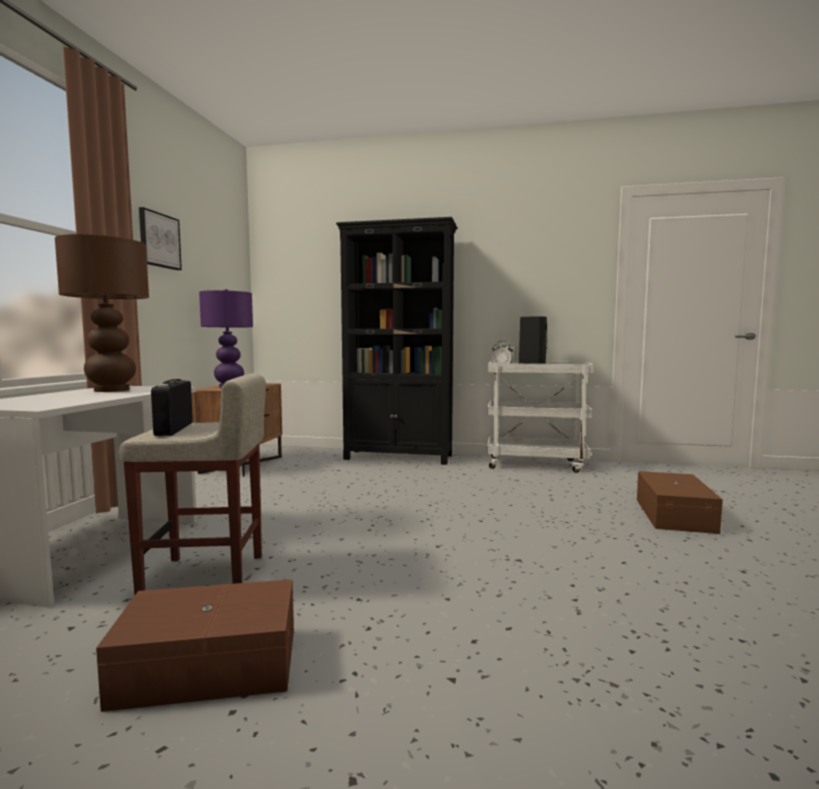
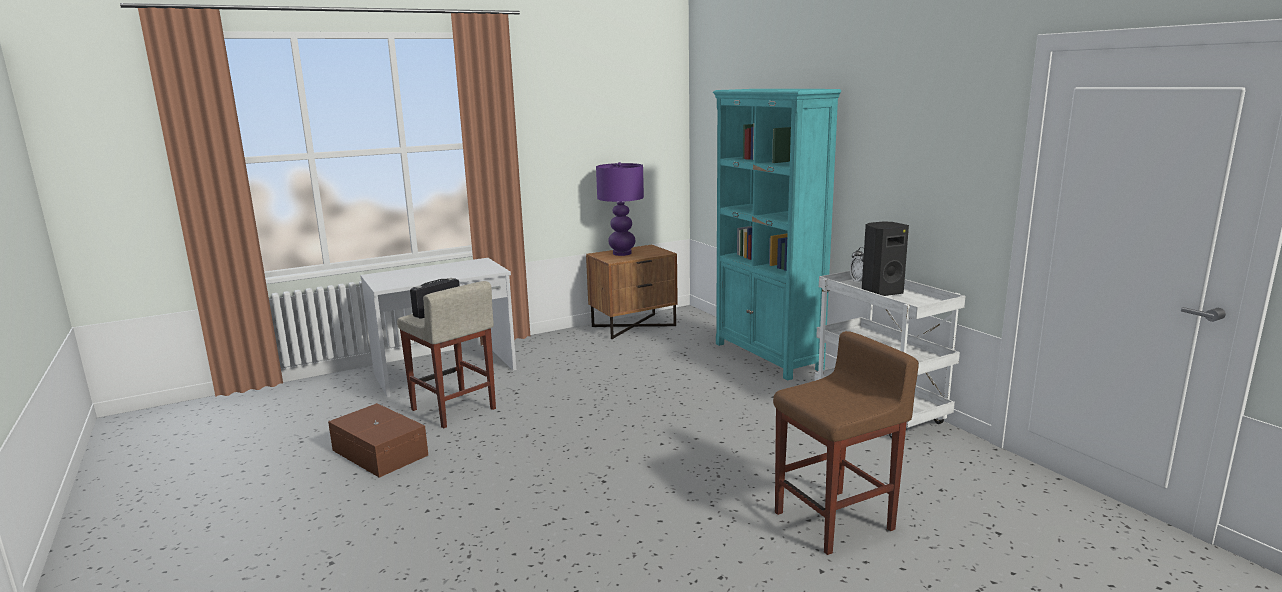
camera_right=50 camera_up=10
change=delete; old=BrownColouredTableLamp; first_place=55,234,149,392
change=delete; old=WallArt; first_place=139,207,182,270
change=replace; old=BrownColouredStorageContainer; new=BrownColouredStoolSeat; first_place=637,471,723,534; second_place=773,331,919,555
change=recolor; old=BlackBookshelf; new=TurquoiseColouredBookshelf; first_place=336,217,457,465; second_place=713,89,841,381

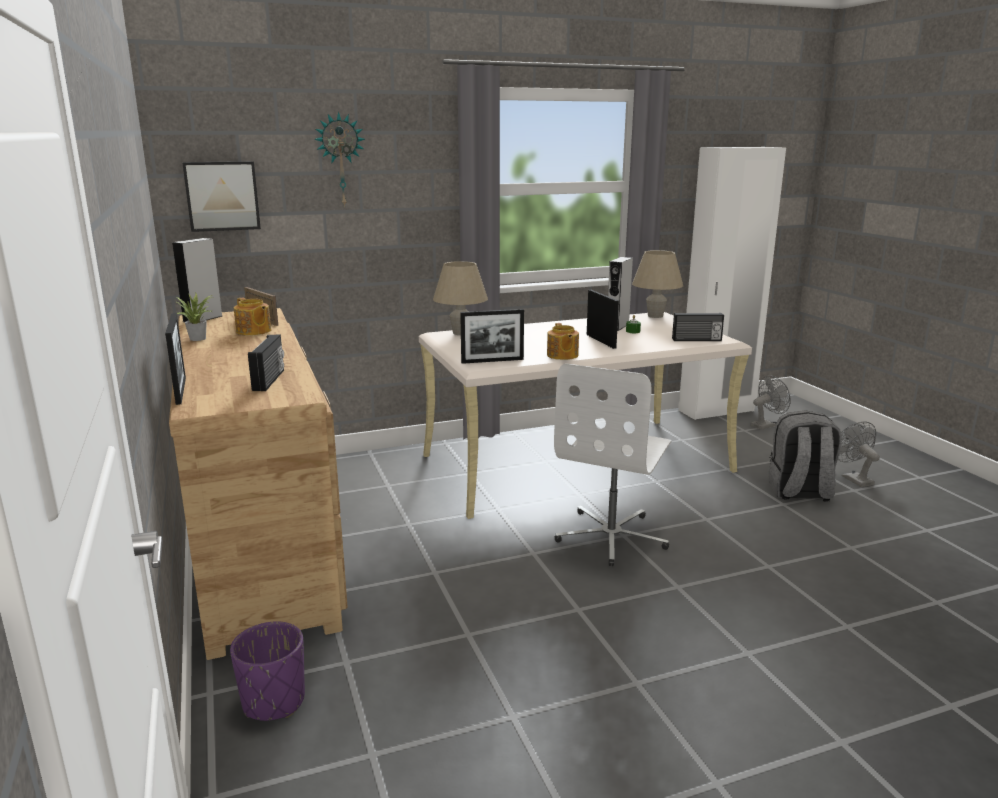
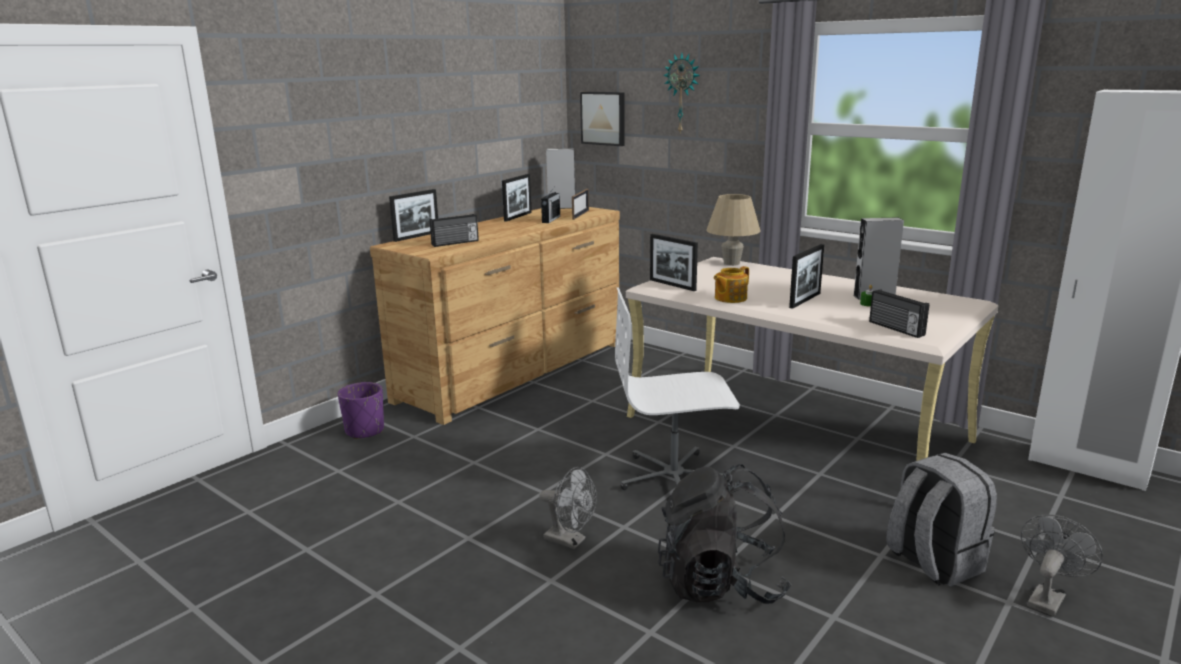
camera_right=60 camera_up=0
change=delete; old=SandColouredTableLamp; first_place=632,250,683,318
change=insert; new=BlackKnapsack; second_place=658,464,791,604
change=move; old=GrayFan; first_place=751,375,791,430; second_place=539,467,597,549
change=replace; old=PottedPlant; new=PictureFrame; first_place=177,293,215,341; second_place=502,174,532,222
change=replace; old=Teapot; new=RadioReceiver; first_place=234,297,271,336; second_place=541,188,560,223

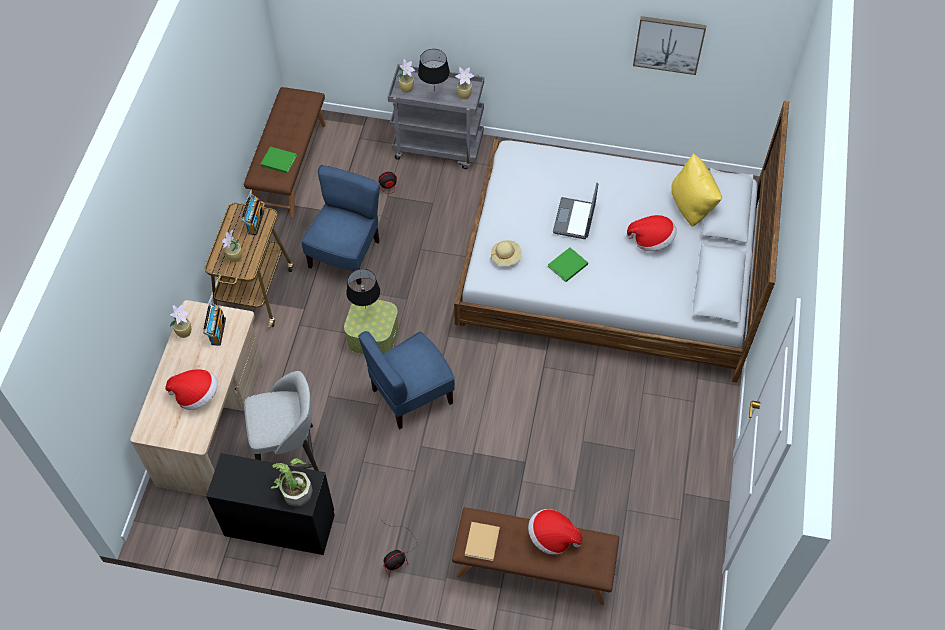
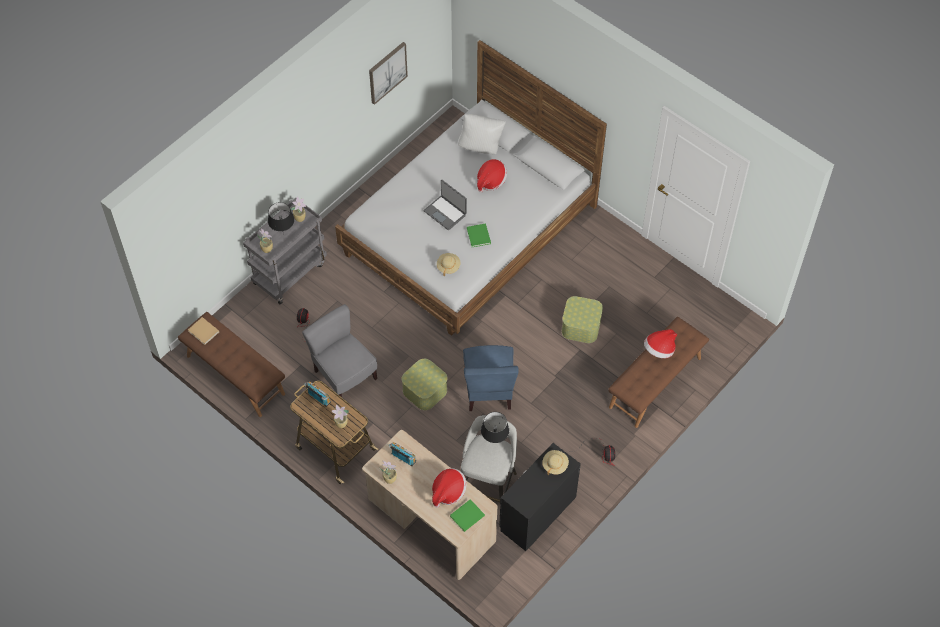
camera_right=-60 camera_up=0
change=insert; new=StorageContainer; second_place=562,296,603,343
change=move; old=GreenColouredVolume; first_place=261,147,297,173; second_place=450,499,485,532
change=move; old=BlackTableLamp; first_place=346,269,380,309; second_place=481,412,509,443
change=move; old=SandColouredVolume; first_place=465,522,500,561; second_place=188,317,219,345
change=replace; old=PottedPlant; new=SandColouredClothingHat; first_place=271,458,313,507; second_place=542,450,569,475
change=recolor; old=BluishPlainChair; new=GrayPlainChair; first_place=301,165,380,285; second_place=302,304,377,397
change=recolor; old=YellowishThrowPillow; new=WhiteThrowPillow; first_place=671,153,722,227; second_place=458,114,506,155

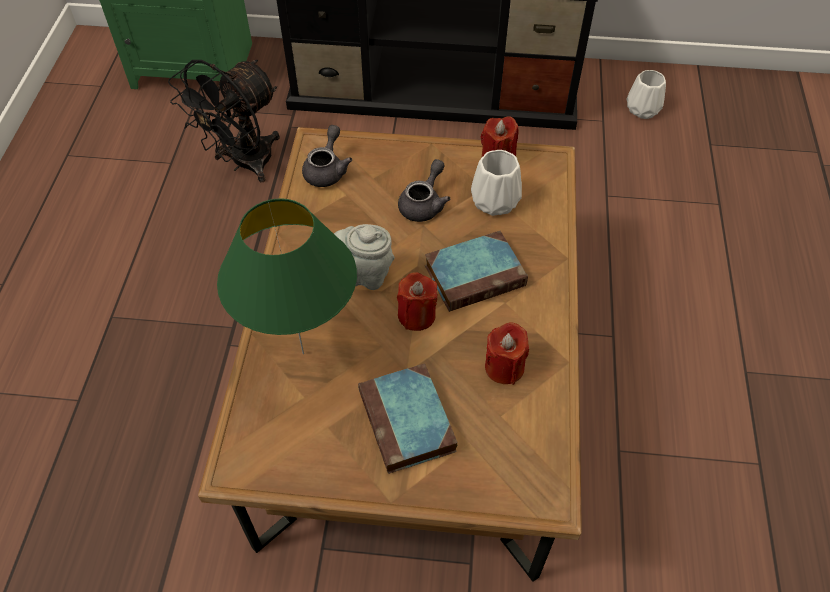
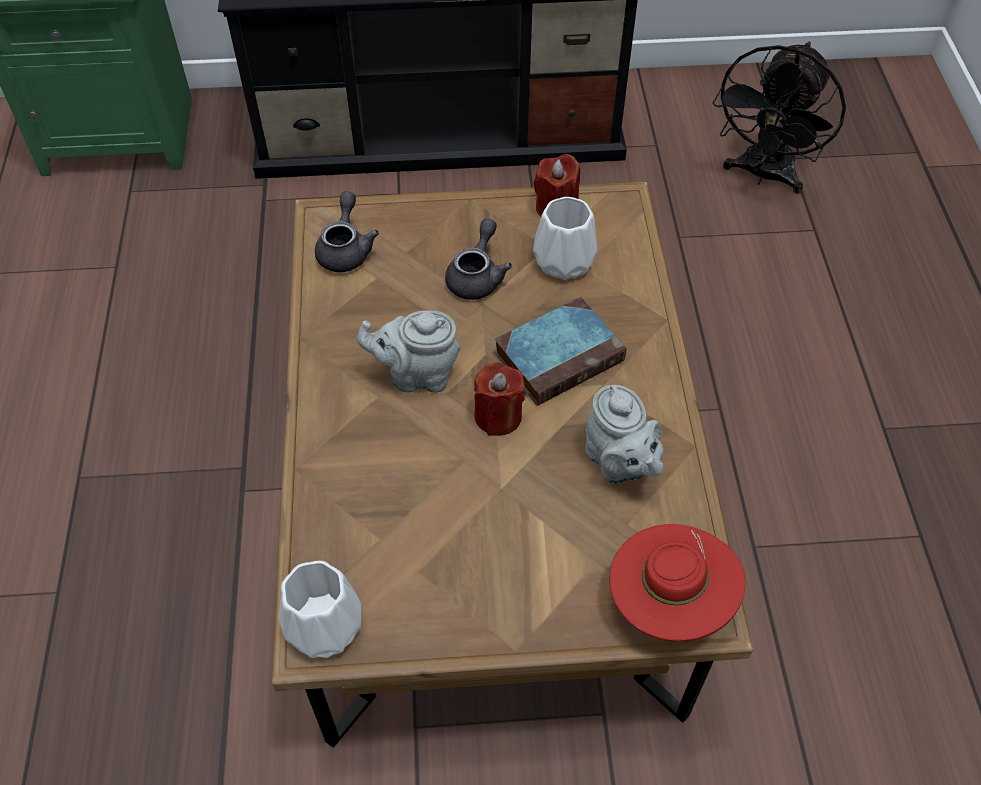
camera_right=-10 camera_up=0
change=delete; old=GreenColouredTableLamp; first_place=217,198,357,354
change=delete; old=Volume; first_place=358,363,458,474
change=insert; new=ReddishClothingHat; second_place=609,524,746,642
change=move; old=BlackFan; first_place=168,60,280,183; second_place=713,42,846,194
change=move; old=WhiteDecorativeVase; first_place=627,70,666,119; second_place=279,561,361,658
change=replace; old=ReddishWaxLight; new=GrayTeapot; first_place=485,322,529,385; second_place=585,385,664,484

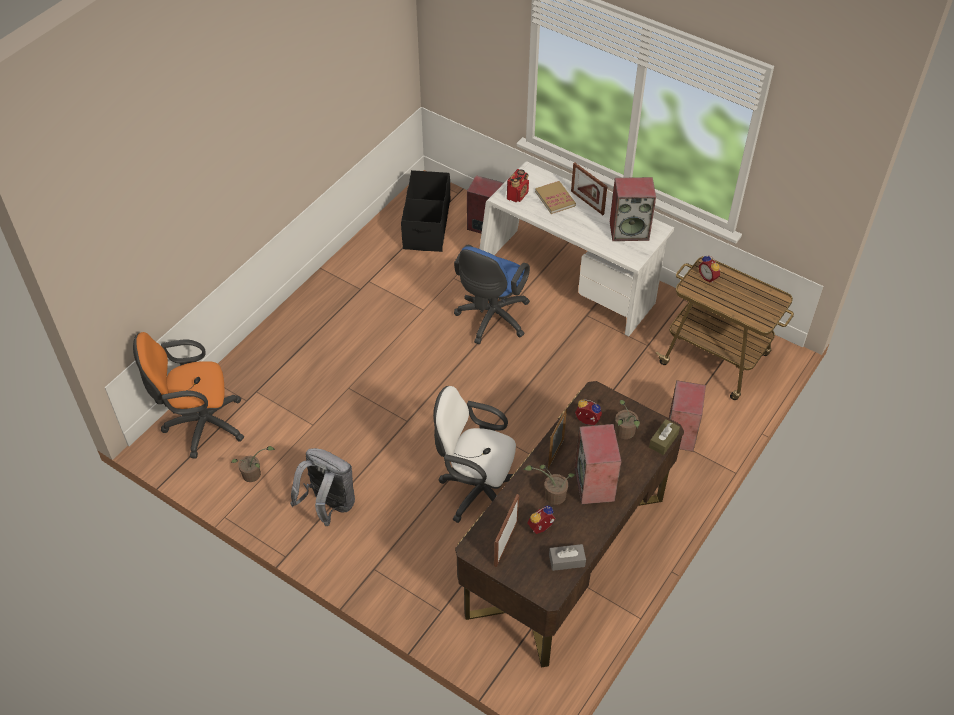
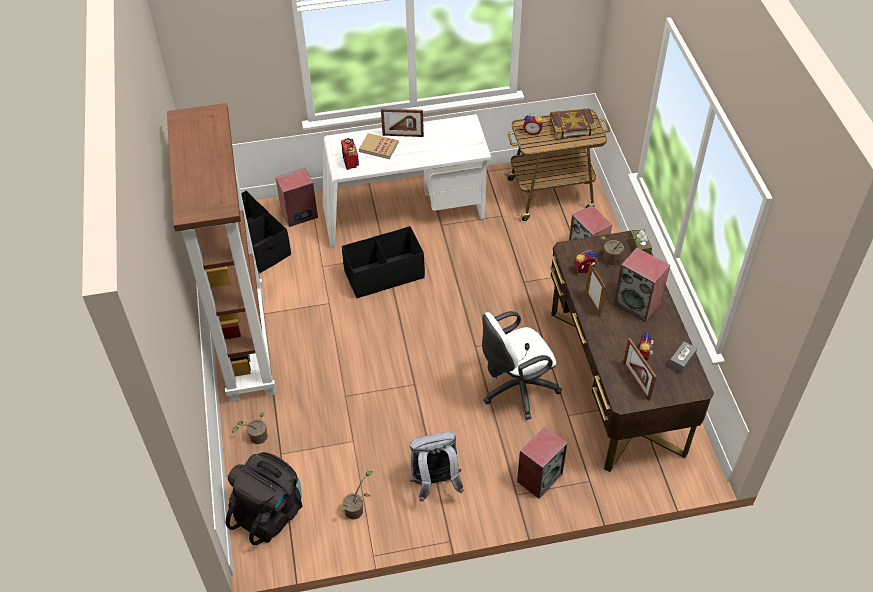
camera_right=-45 camera_up=0
change=insert; new=BrownColouredBookshelf; second_place=167,103,276,402
change=insert; new=Volume; second_place=550,108,597,139
change=move; old=PottedPlant; first_place=524,464,575,505; second_place=232,412,267,444
change=move; old=AudioSpeaker; first_place=610,177,656,241; second_place=517,426,567,498
change=replace; old=OrangeColouredComputerChair; new=BlackKnapsack; first_place=133,332,244,459; second_place=225,452,303,545
change=replace; old=BluishComputerChair; new=BlackStorageContainer; first_place=454,245,530,344; second_place=342,226,425,298

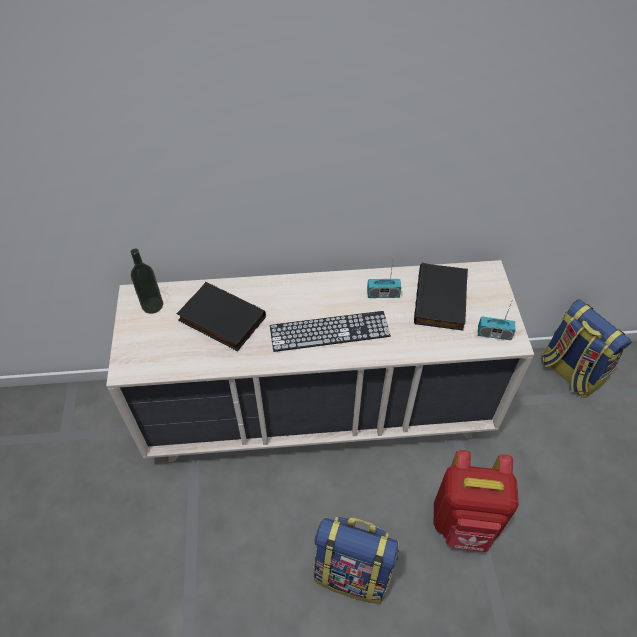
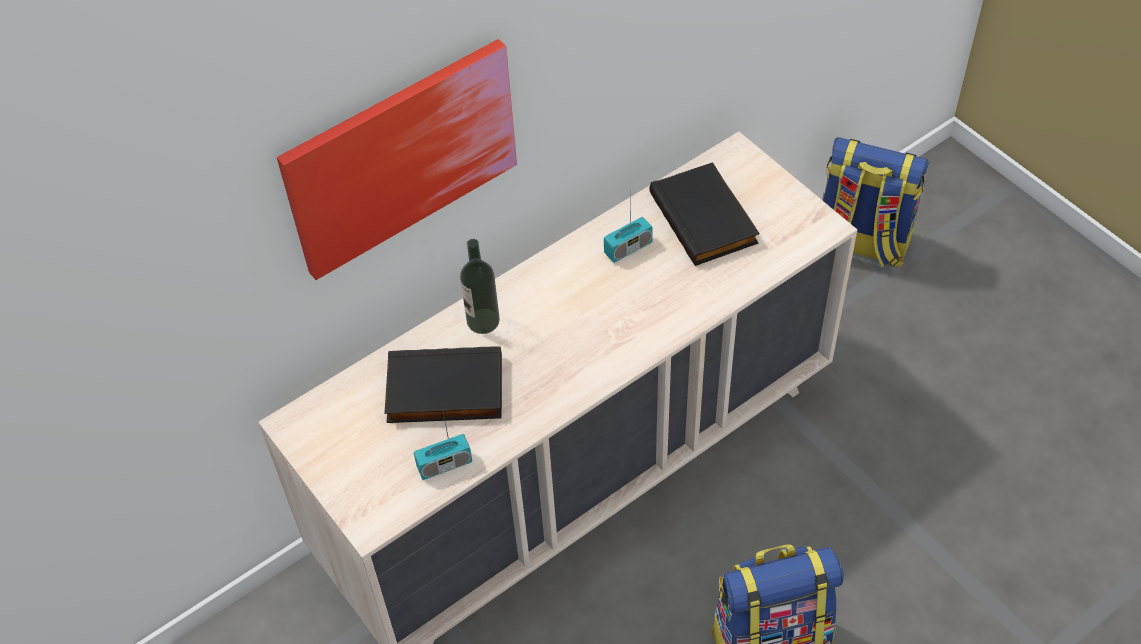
camera_right=-30 camera_up=0
change=delete; old=PcKeyboard; first_place=270,311,391,352
change=delete; old=ReddishKnapsack; first_place=434,450,519,552
change=insert; new=WallArt; second_place=277,39,517,280
change=move; old=BeverageBottle; first_place=131,249,163,314; second_place=460,239,500,334
change=move; old=RadioReceiver; first_place=478,302,515,340; second_place=414,412,472,480

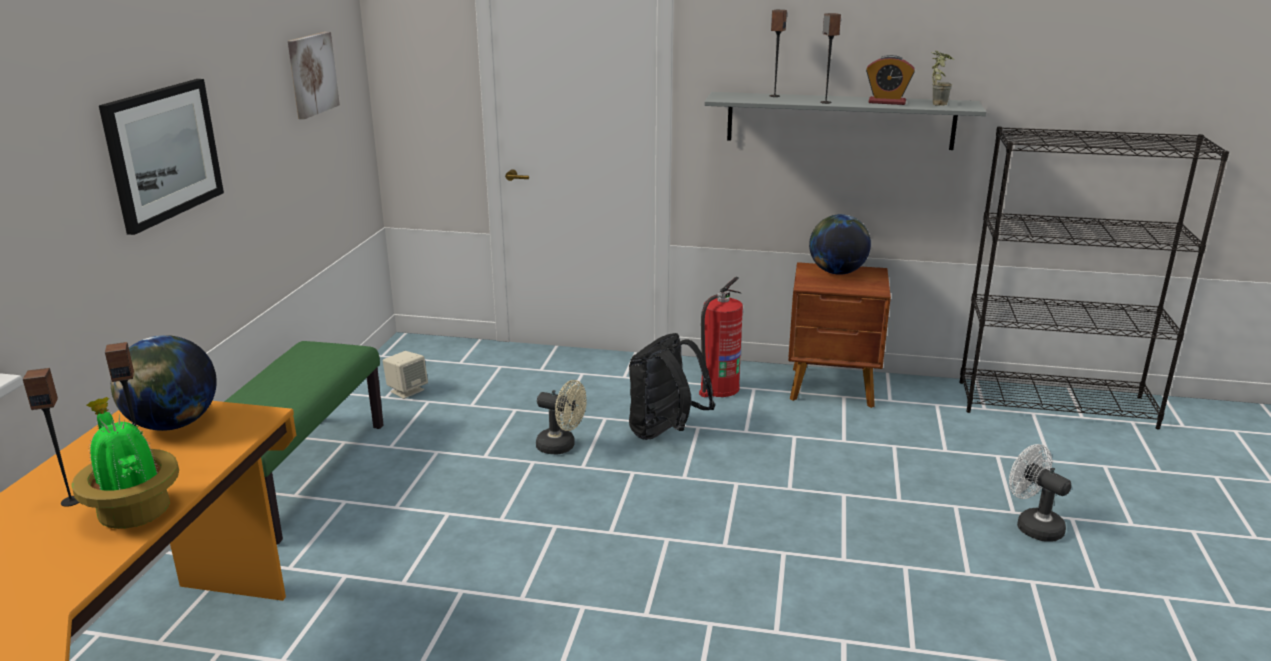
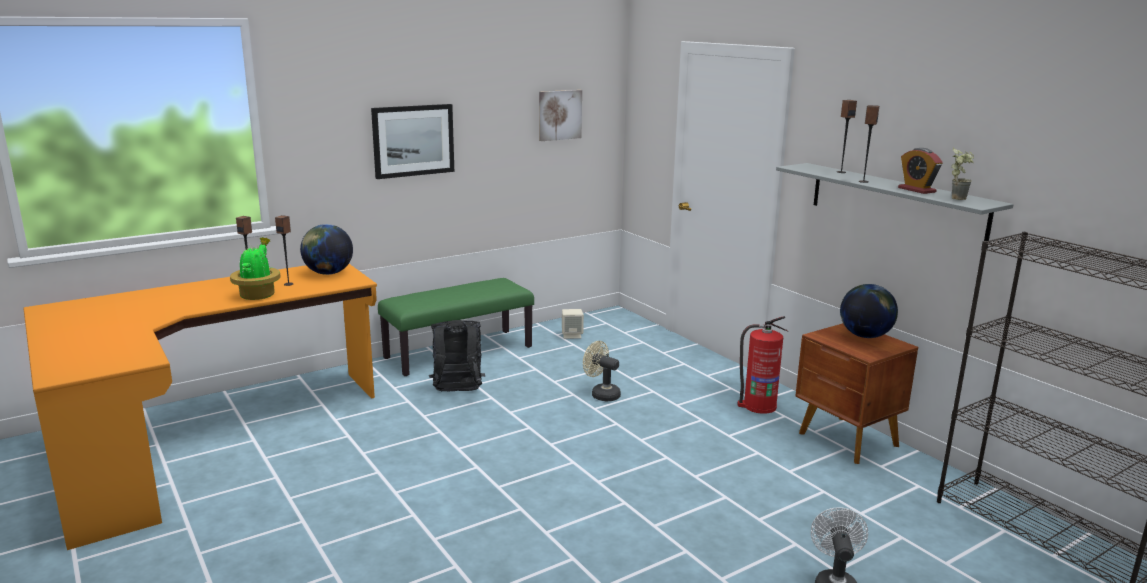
camera_right=45 camera_up=-5
change=move; old=BlackKnapsack; first_place=629,333,715,440; second_place=429,320,485,391
change=rotate; old=SandColouredFan; first_place=536,380,587,455; second_place=583,341,621,401; degrees=150

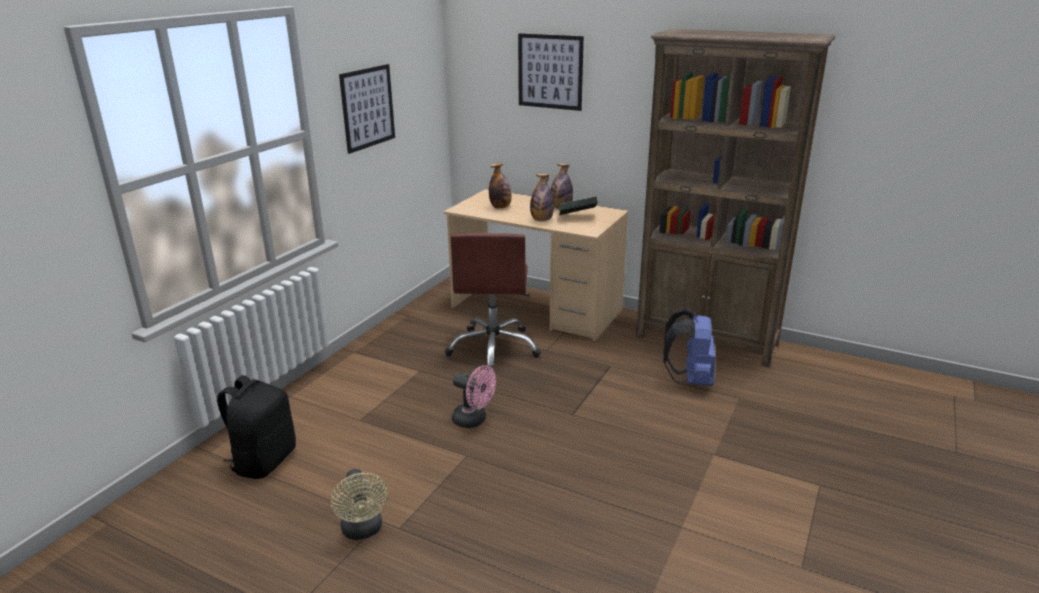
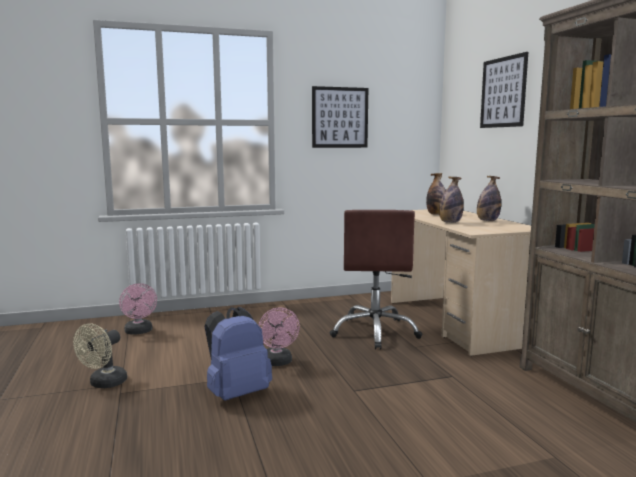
camera_right=45 camera_up=-15
change=delete; old=Volume; first_place=557,196,598,215
change=move; old=BluishKnapsack; first_place=663,310,716,386; second_place=205,307,272,401
change=replace; old=BlackKnapsack; new=PinkishFan; first_place=217,375,296,479; second_place=119,283,157,335
change=rotate; old=BrownColouredComputerChair; first_place=445,233,541,372; second_place=330,210,422,350; degrees=-45

